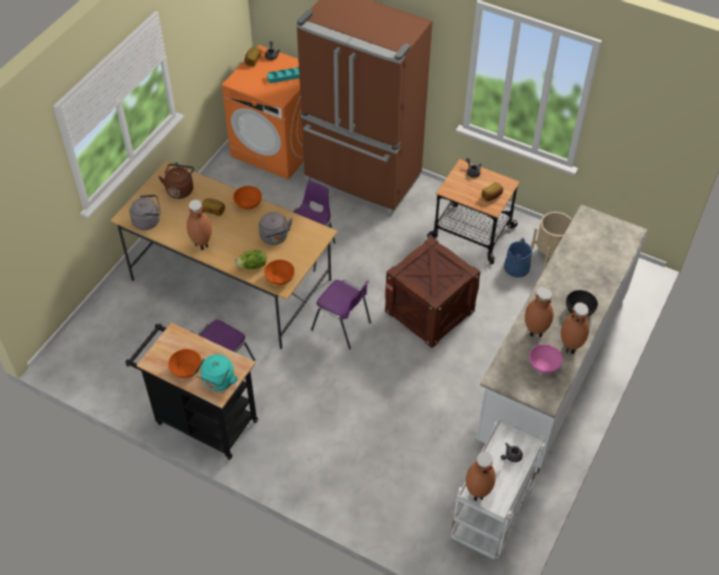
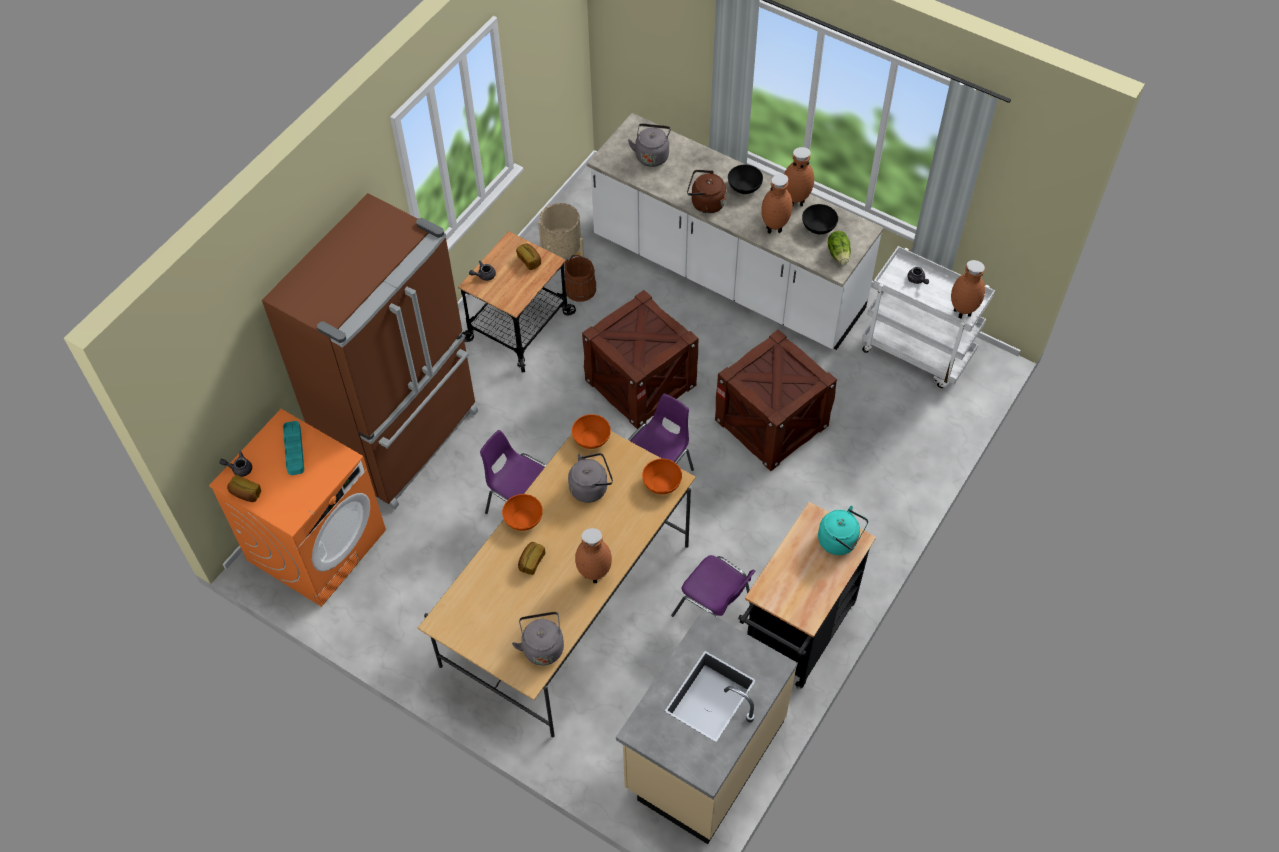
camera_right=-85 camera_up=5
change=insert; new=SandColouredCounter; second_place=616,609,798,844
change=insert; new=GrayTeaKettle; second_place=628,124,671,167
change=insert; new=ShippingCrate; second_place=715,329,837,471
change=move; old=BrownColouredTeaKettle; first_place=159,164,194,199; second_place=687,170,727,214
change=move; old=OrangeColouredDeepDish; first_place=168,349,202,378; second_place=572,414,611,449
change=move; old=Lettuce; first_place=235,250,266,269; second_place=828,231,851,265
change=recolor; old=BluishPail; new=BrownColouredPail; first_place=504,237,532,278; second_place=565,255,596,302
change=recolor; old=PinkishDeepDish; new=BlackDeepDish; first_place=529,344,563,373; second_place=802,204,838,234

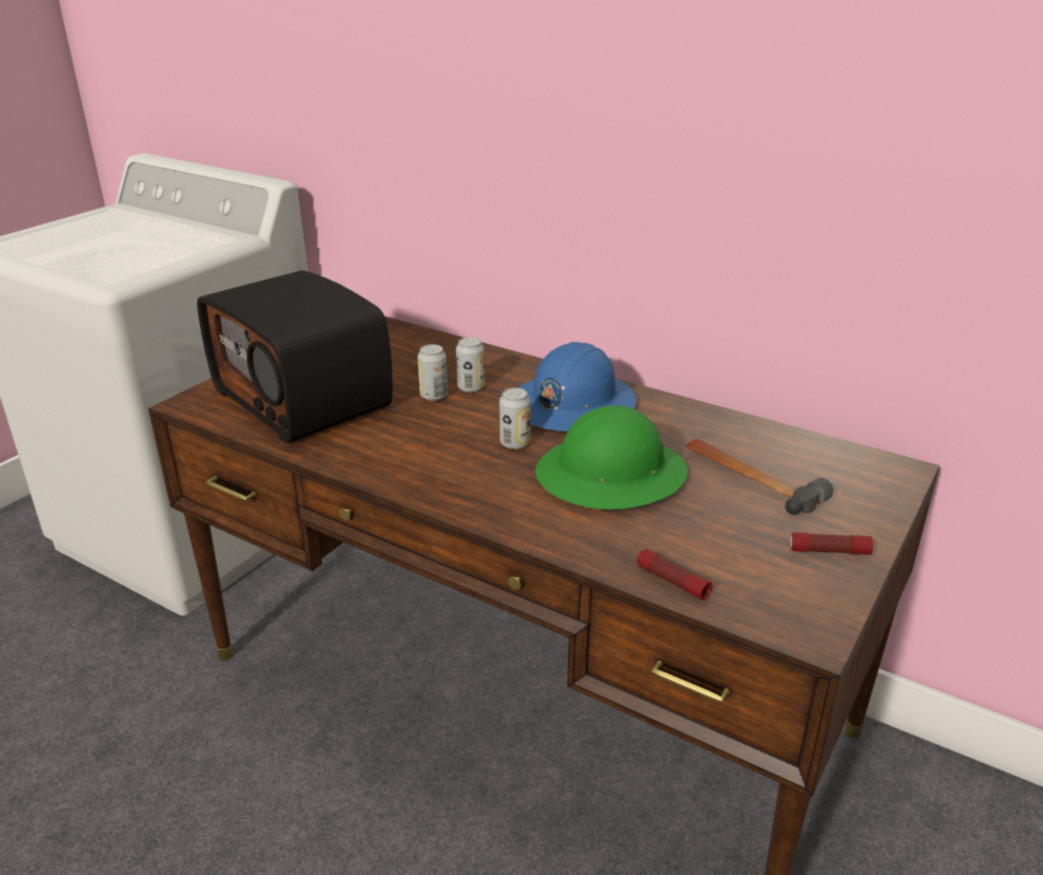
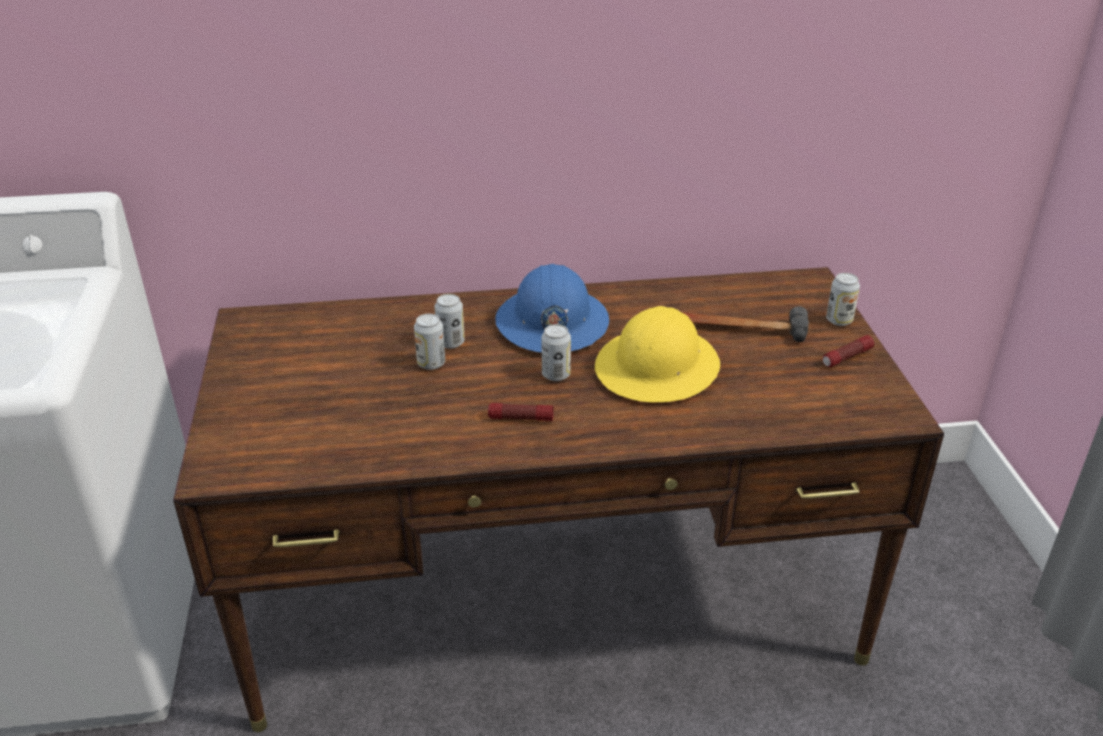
camera_right=-40 camera_up=5
change=delete; old=RadioReceiver; first_place=197,270,393,443
change=insert; new=SealedCan; second_place=826,273,860,326
change=move; old=Torch; first_place=637,549,712,600; second_place=488,403,554,421
change=recolor; old=GreenColouredWorkHelmet; new=YellowishWorkHelmet; first_place=535,406,688,509; second_place=595,306,720,403

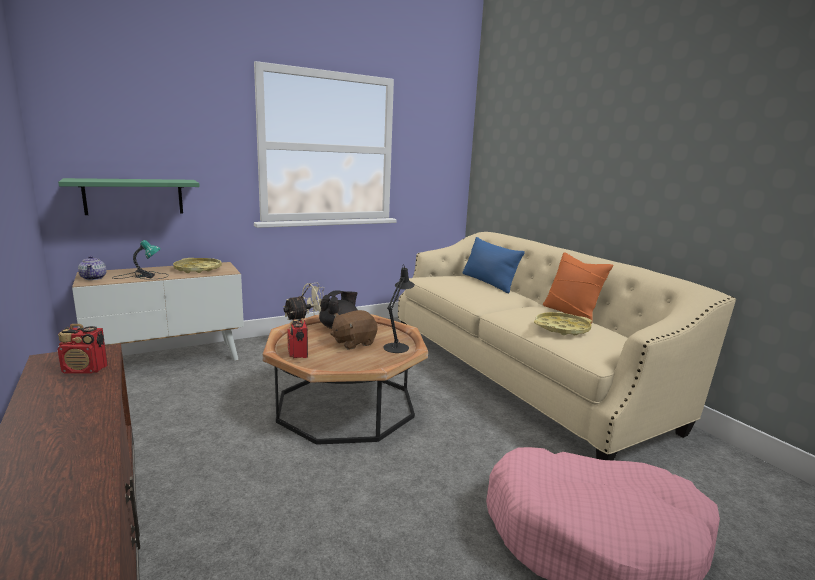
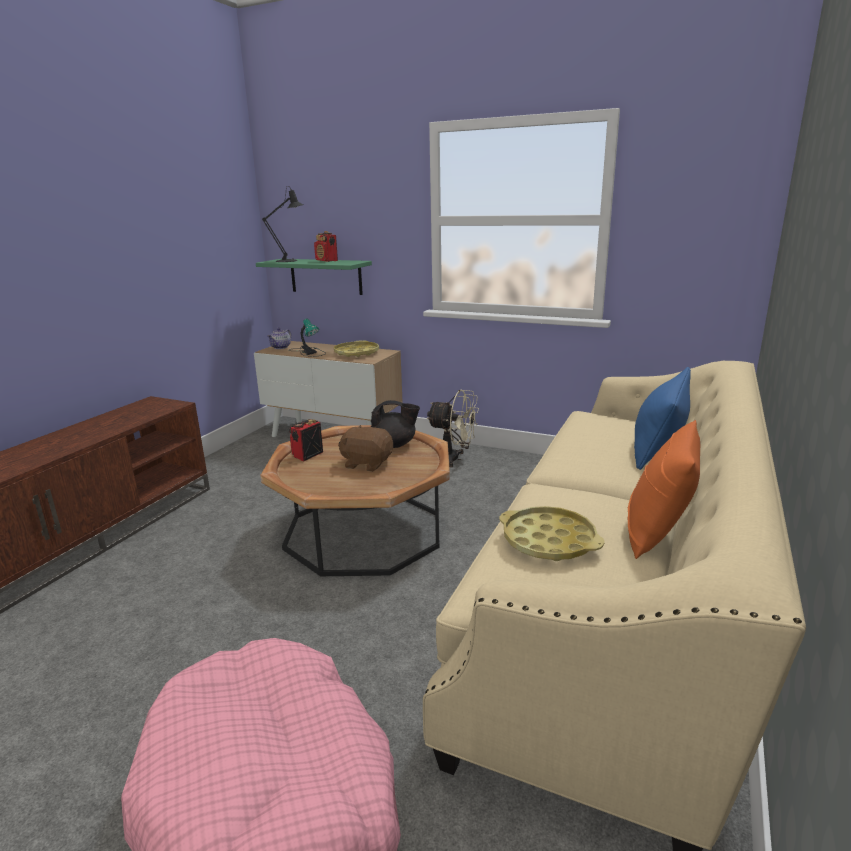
camera_right=55 camera_up=5
change=move; old=RadioReceiver; first_place=58,324,107,374; second_place=314,231,338,262
change=move; old=BlackTableLamp; first_place=383,264,415,353; second_place=262,187,304,262

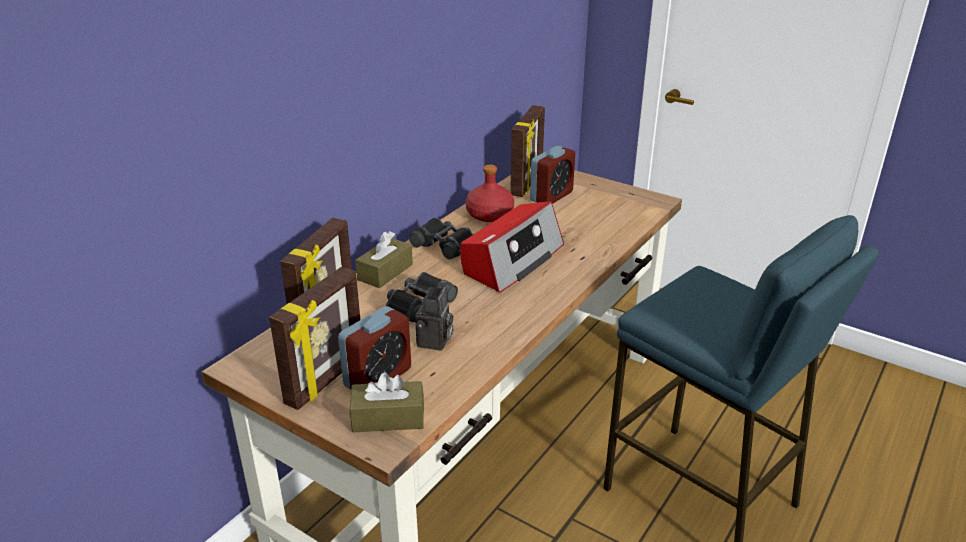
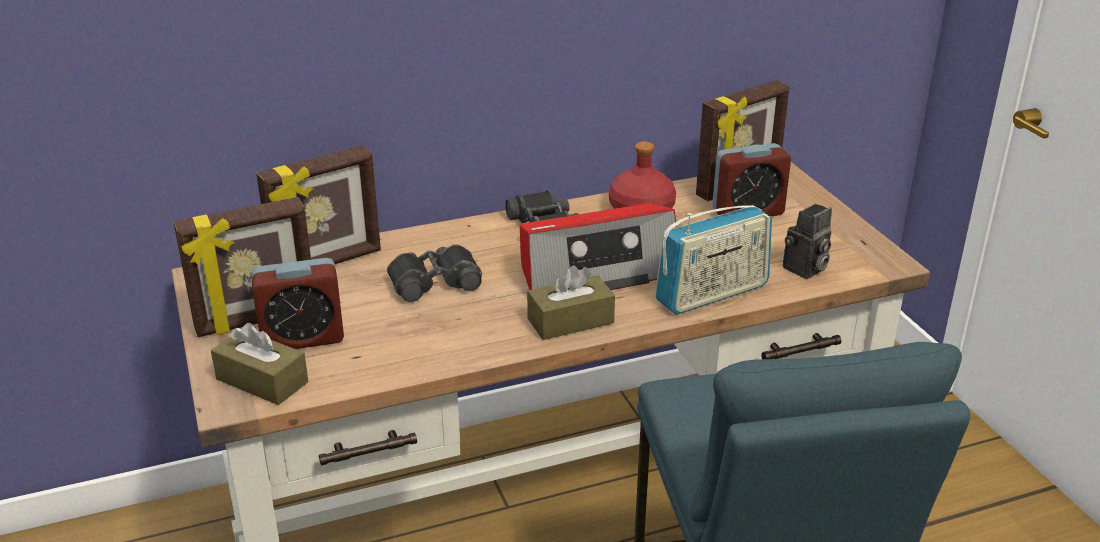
camera_right=35 camera_up=0
change=insert; new=RadioReceiver; second_place=655,205,772,314
change=move; old=BrownColouredBoxOfTissues; first_place=355,231,413,288; second_place=527,266,615,340
change=move; old=StillCamera; first_place=416,287,453,351; second_place=783,204,832,279

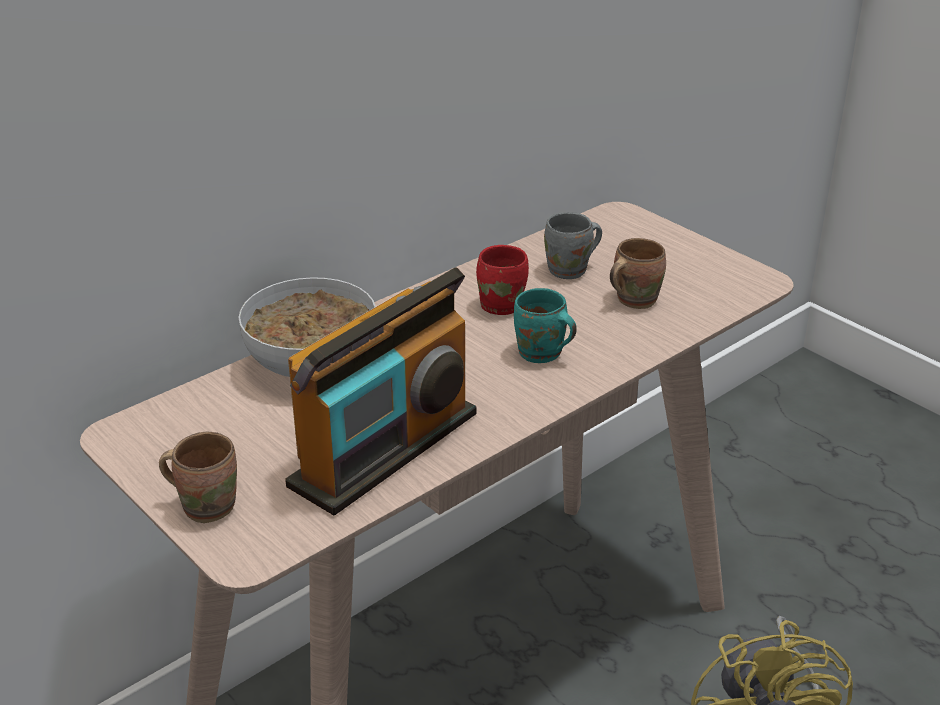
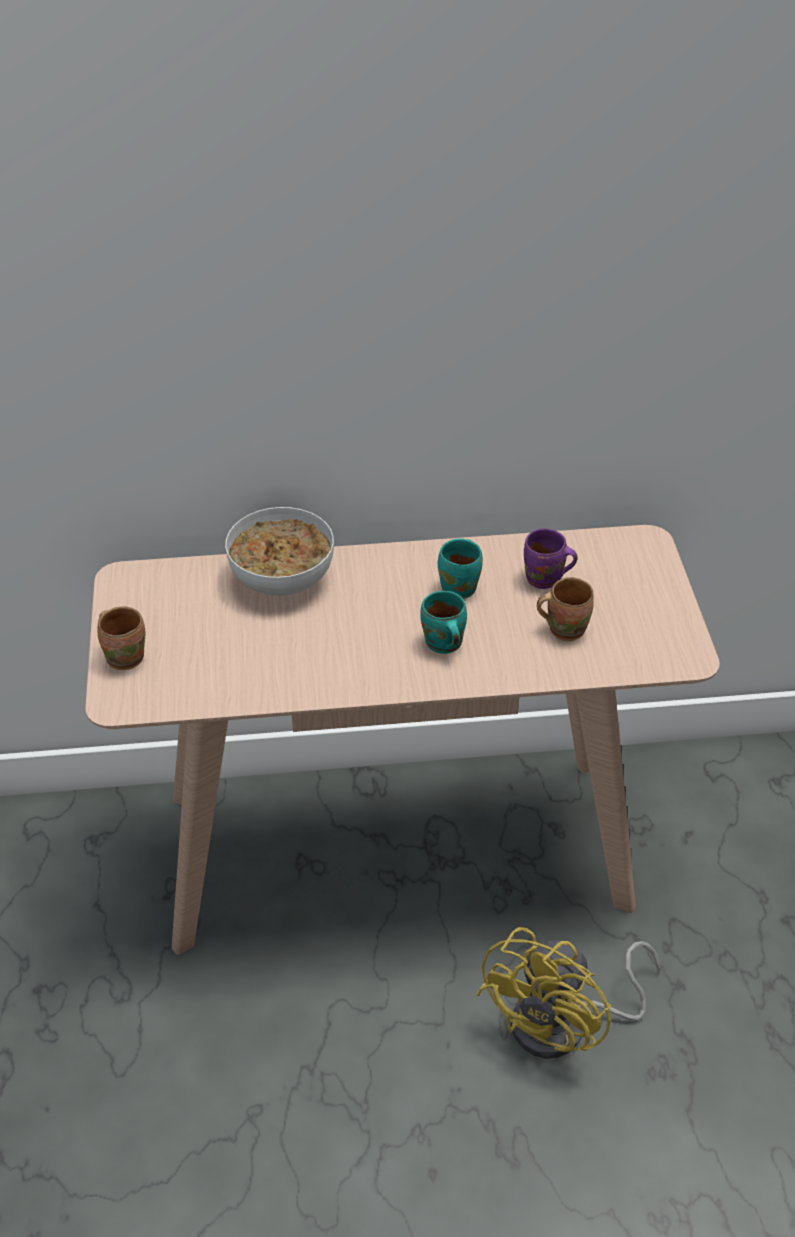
camera_right=35 camera_up=10
change=delete; old=RadioReceiver; first_place=285,267,476,516
change=recolor; old=ReddishCoffeeMug; new=TurquoiseColouredCoffeeMug; first_place=476,245,529,315; second_place=438,538,483,599
change=recolor; old=GrayCoffeeMug; new=PurpleColouredCoffeeMug; first_place=544,212,602,279; second_place=524,528,578,589

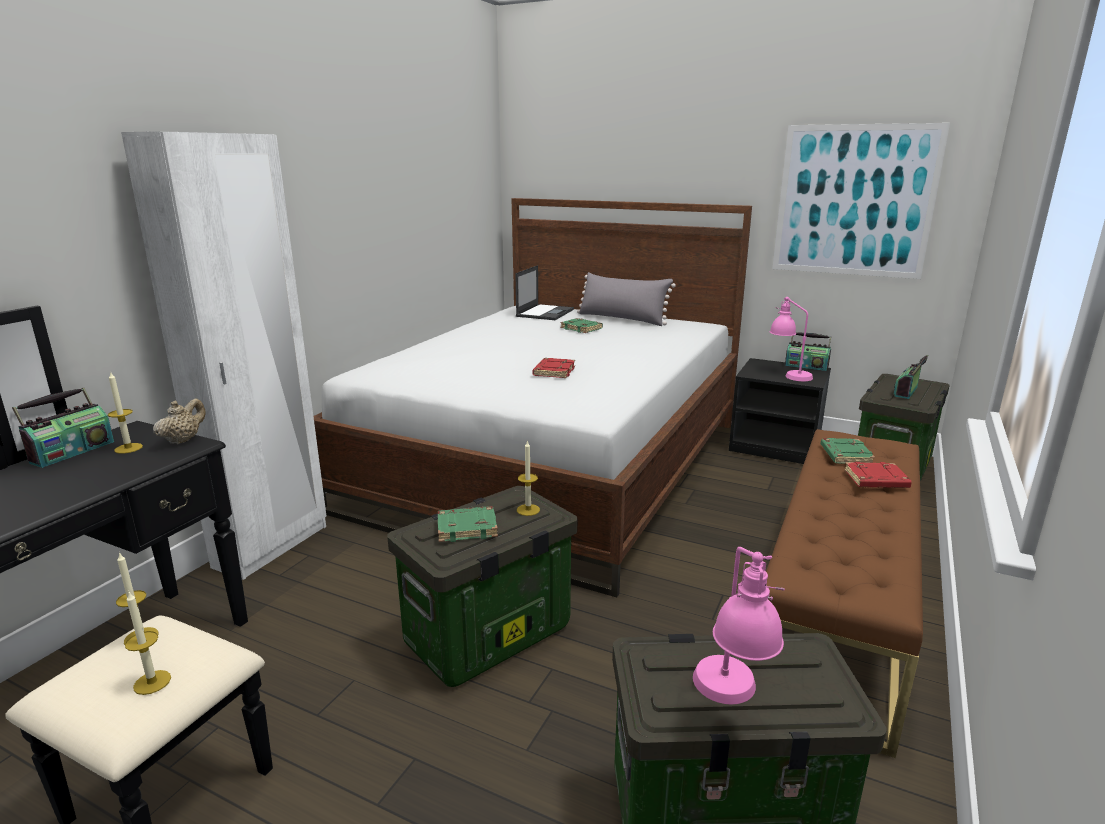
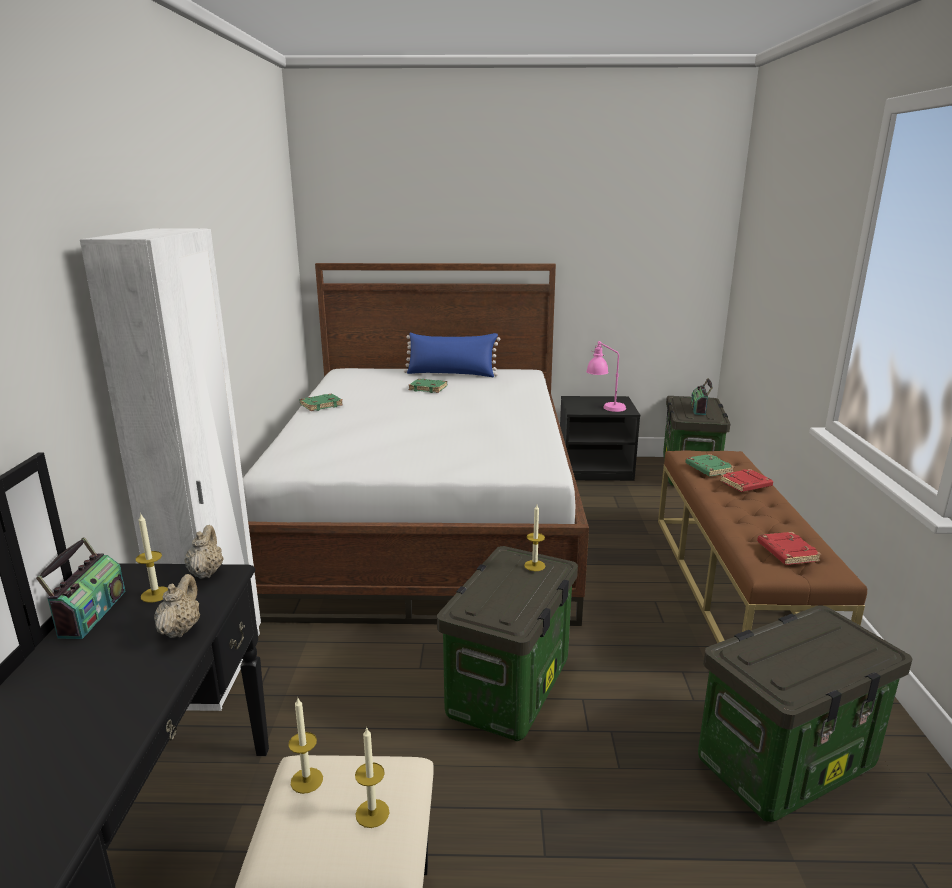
camera_right=-25 camera_up=0
change=delete; old=Laptop; first_place=515,265,574,320
change=delete; old=PinkishTableLamp; first_place=693,547,785,705
change=delete; old=WallArt; first_place=772,123,950,279
change=delete; old=RadioReceiver; first_place=785,332,831,371
change=insert; new=SandColouredTeapot; second_place=154,574,200,638
change=move; old=GreenColouredVolume; first_place=438,506,498,542; second_place=300,394,343,411
change=move; old=ReddishVolume; first_place=533,358,575,378; second_place=757,532,821,565
change=recolor; old=GrayThrowPillow; new=BluishThrowPillow; first_place=577,272,676,326; second_place=404,333,501,377

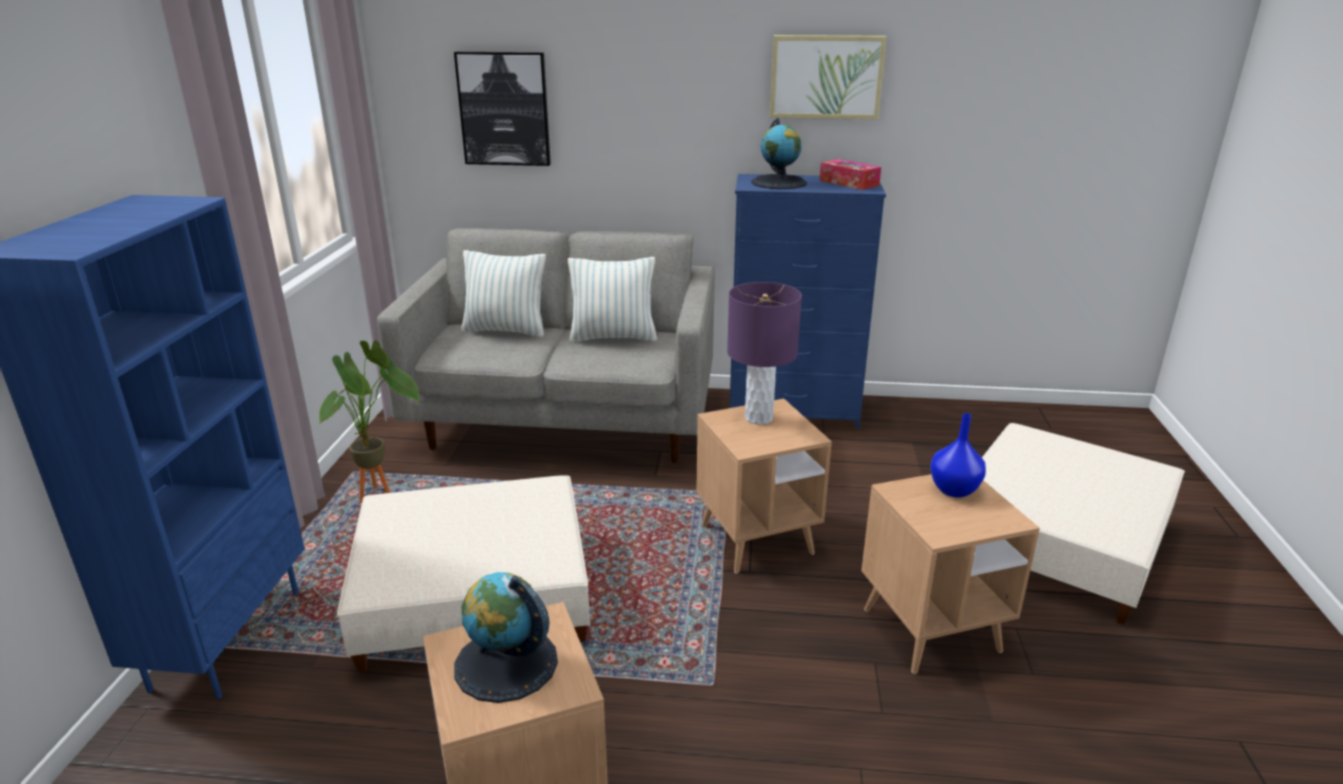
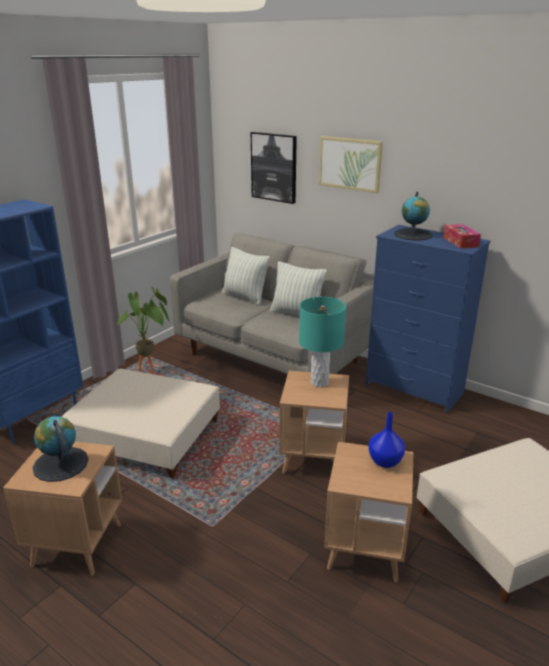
camera_right=30 camera_up=0
change=move; old=WallArt; first_place=770,35,887,119; second_place=319,136,383,193
change=recolor; old=PurpleColouredTableLamp; new=TurquoiseColouredTableLamp; first_place=727,282,802,425; second_place=299,297,346,387

